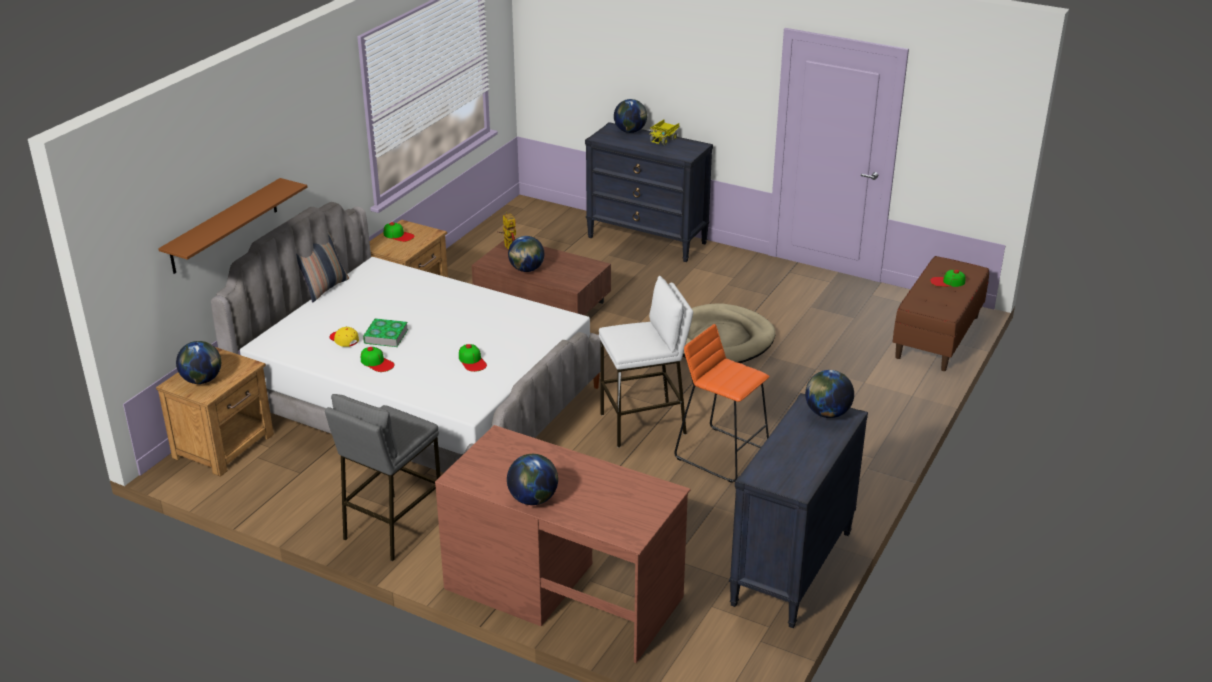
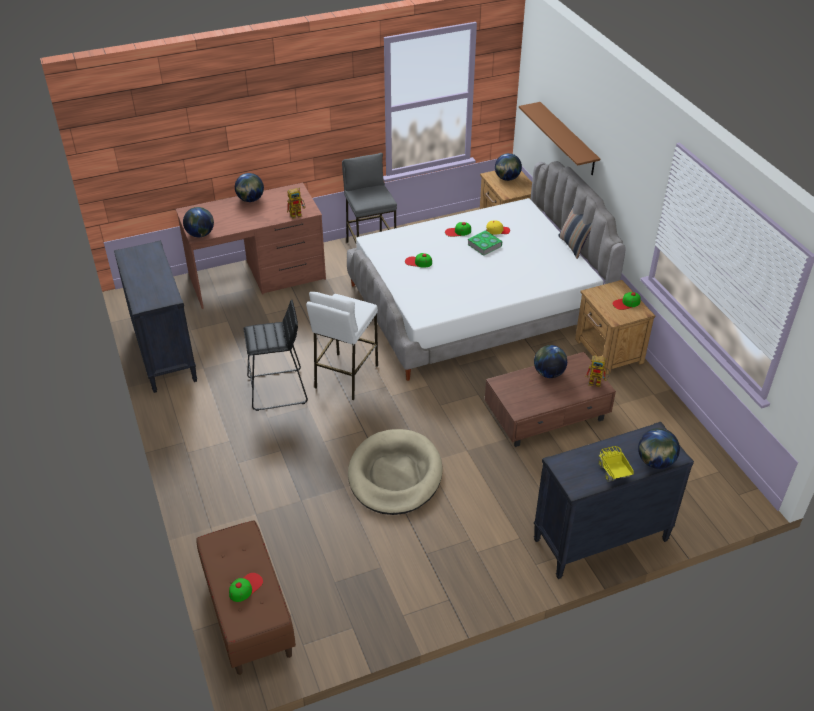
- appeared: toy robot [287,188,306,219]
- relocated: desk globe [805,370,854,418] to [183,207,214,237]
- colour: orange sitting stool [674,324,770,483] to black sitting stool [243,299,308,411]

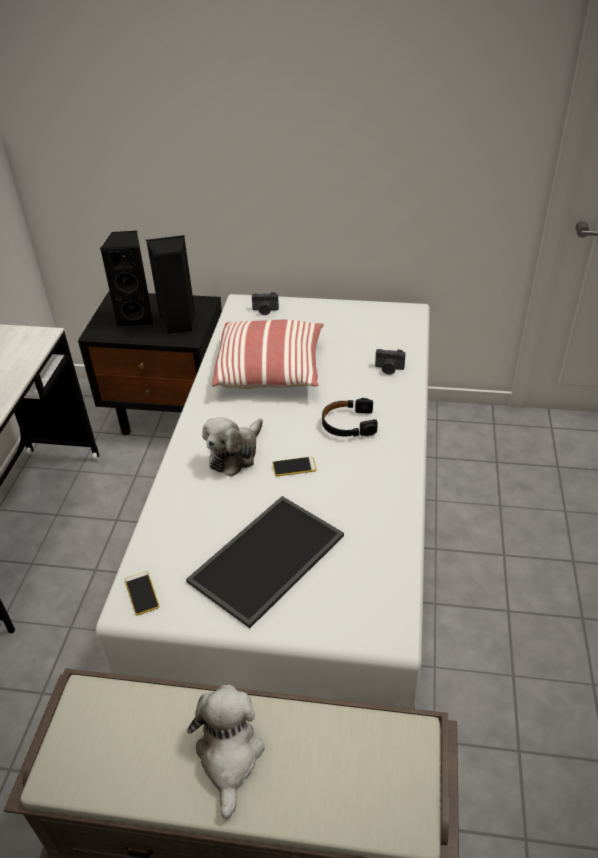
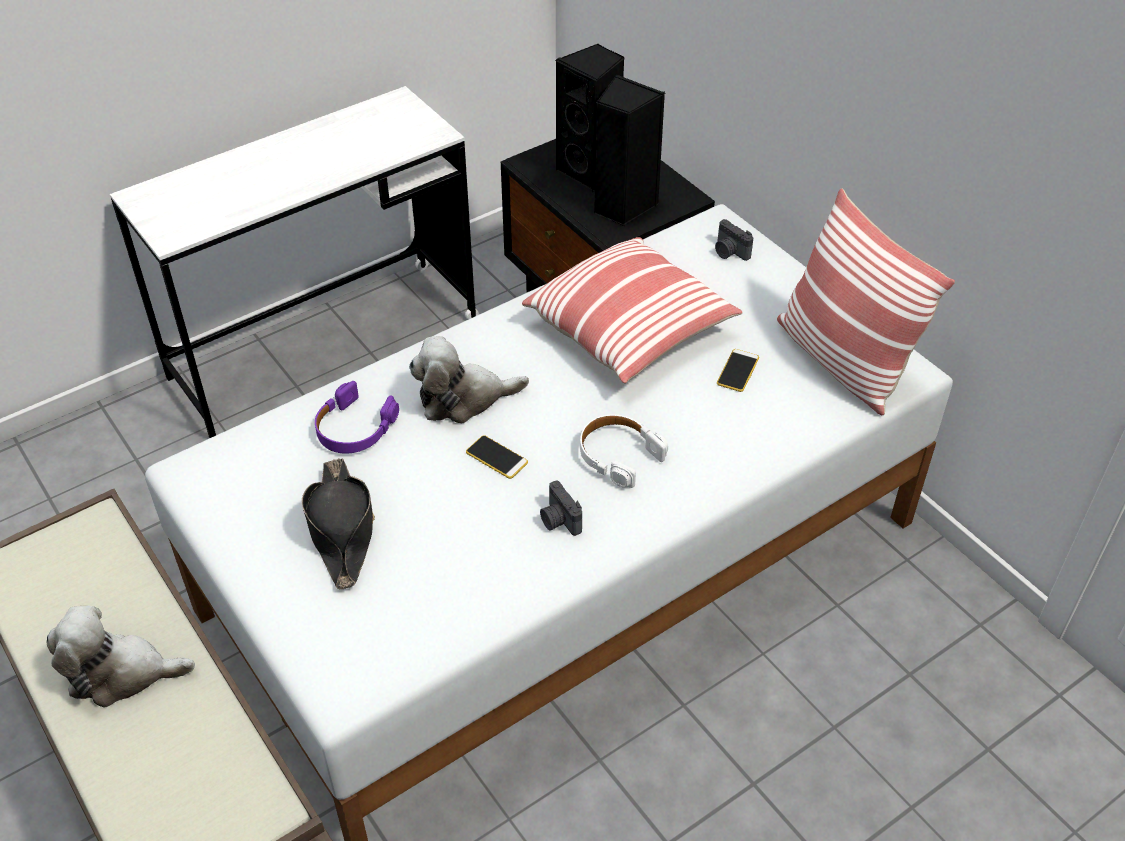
- appeared: purple pair of headphones [315,381,399,454]
- appeared: pillow [777,188,955,415]
- relocated: handset [125,571,159,615] to [717,349,759,392]
- relocated: still camera [375,349,406,375] to [540,481,582,536]
- exchanged: serving tray [186,496,344,628] to black clothing hat [302,458,375,589]
- colour: black pair of headphones [322,398,378,436] to whitish pair of headphones [580,414,668,488]
- spun: cuddly toy [187,684,264,819] = [47,606,195,707] 135 degrees counterclockwise

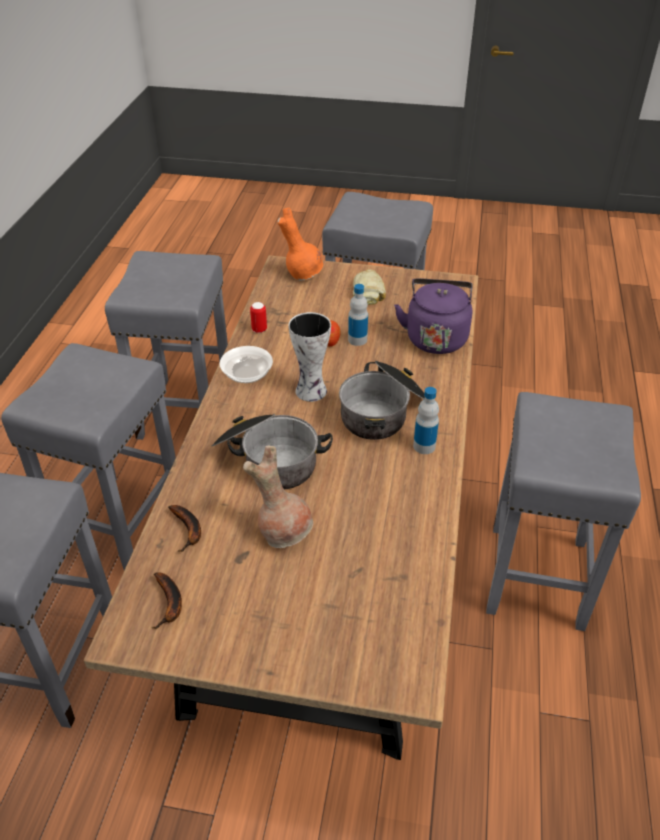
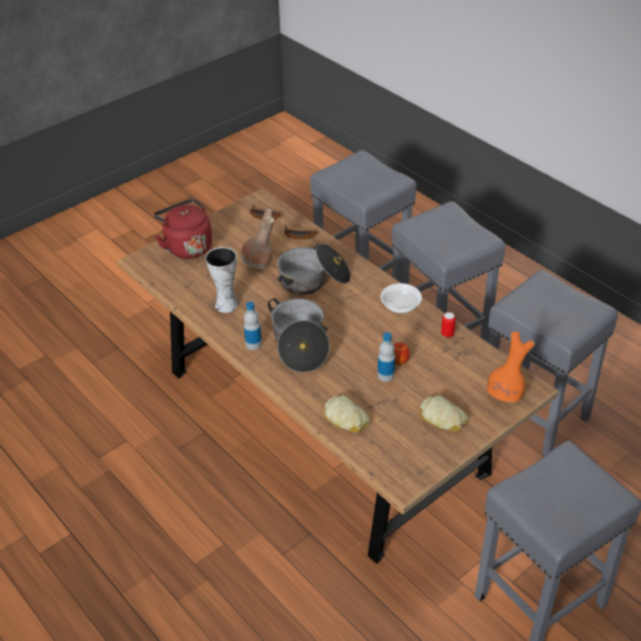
- missing: grey sitting stool [486,392,641,631]
- appeared: red-coloured tea kettle [154,198,212,259]
- relocated: flower vase [288,312,331,402] to [205,247,239,313]
- exchanged: purple tea kettle [394,278,472,354] to bread [324,395,370,432]

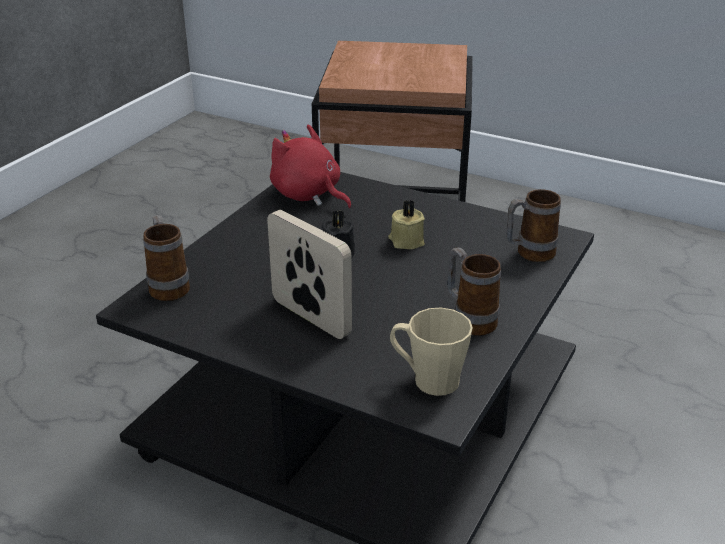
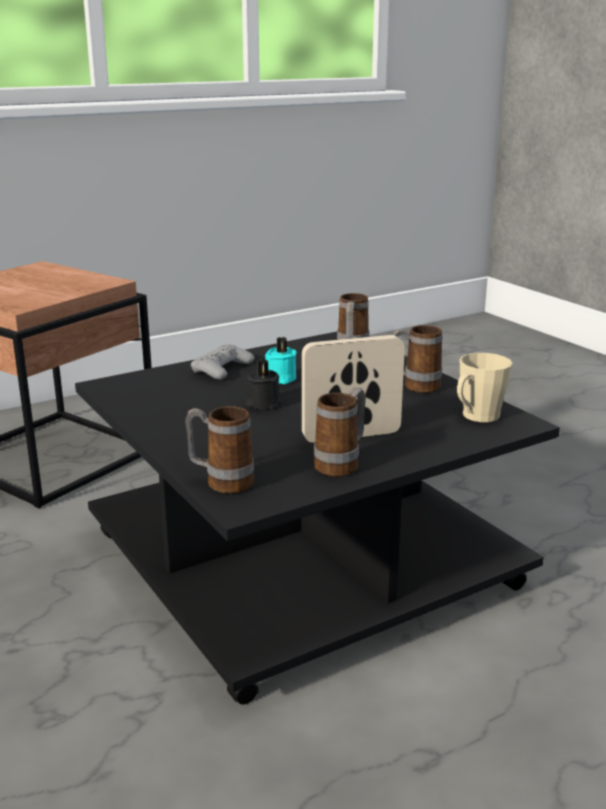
- missing: red-coloured cuddly toy [270,124,352,209]
- appeared: grey gamepad [191,344,254,380]
- appeared: mug [314,387,366,477]
- colour: beige-coloured candle [388,200,425,249] to turquoise-coloured candle [265,337,297,384]

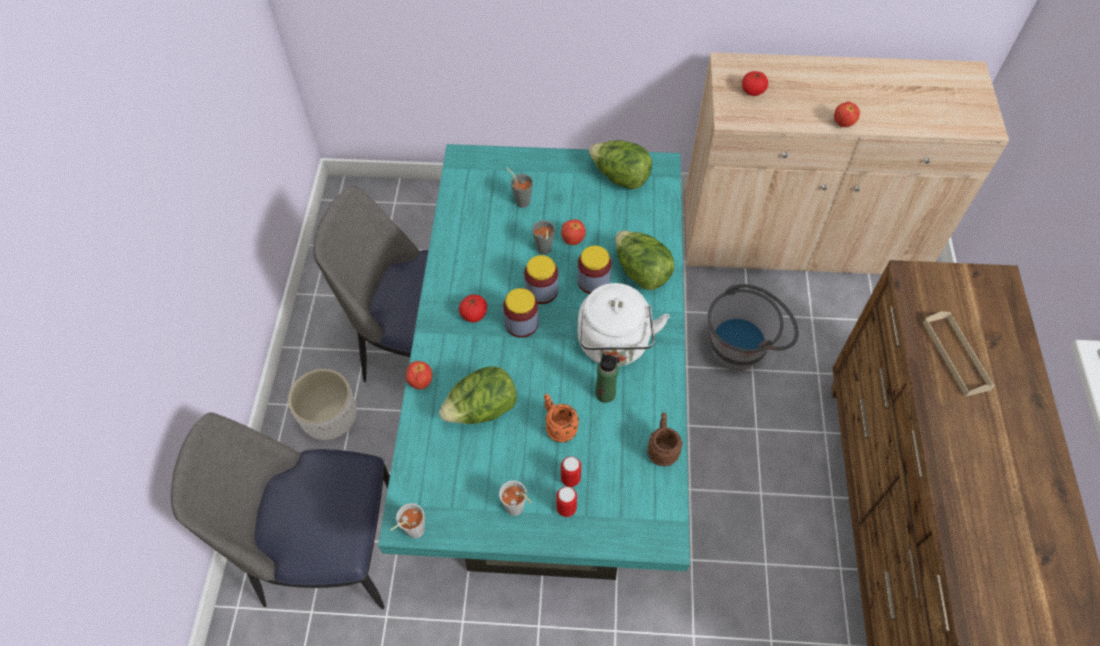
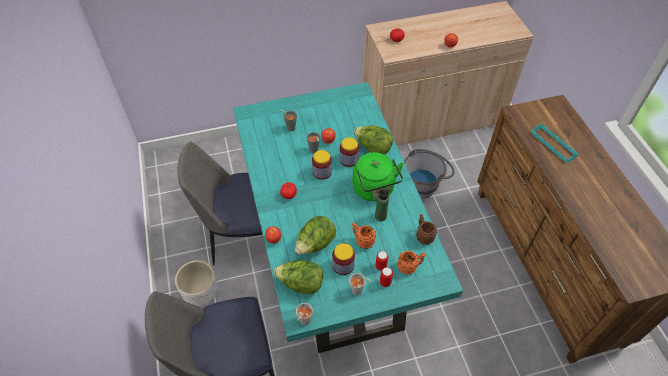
- appeared: orange mug [397,251,426,275]
- relocated: preserve jar [503,288,539,338] to [332,243,355,275]
- relocated: lettuce [589,140,652,190] to [274,260,323,294]
- colour: whitish tea kettle [578,283,670,367] to green-coloured tea kettle [353,152,403,201]
- colour: beige-coloured serving tray [923,312,995,397] to turquoise-coloured serving tray [531,124,579,163]

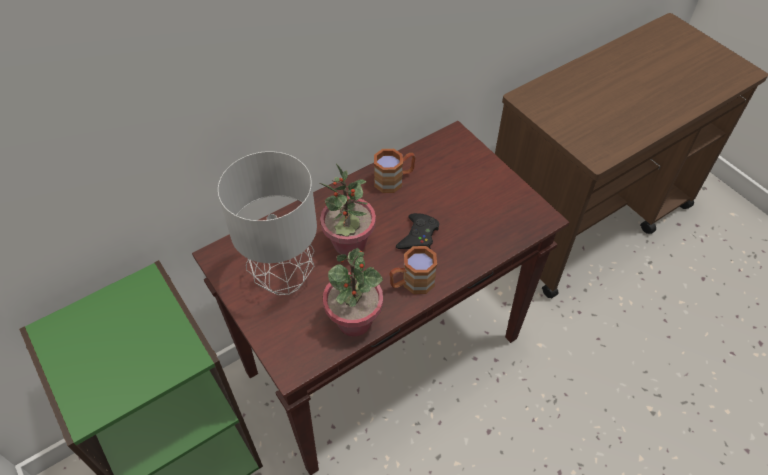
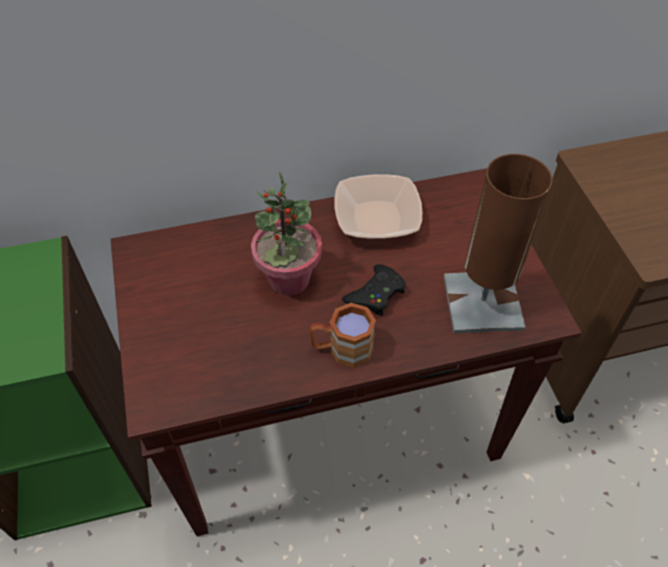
- missing: grey lamp for a table [218,151,317,295]
- missing: potted plant [323,248,383,337]
- appeared: brown lamp for a table [443,154,552,333]
- exchanged: brown mug [374,149,415,193] to bowl [334,174,422,239]

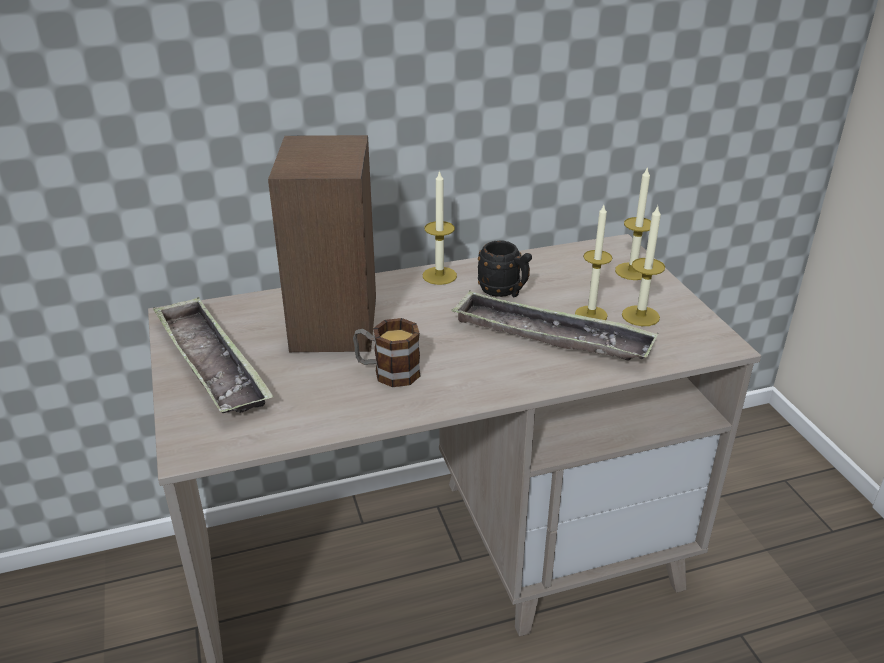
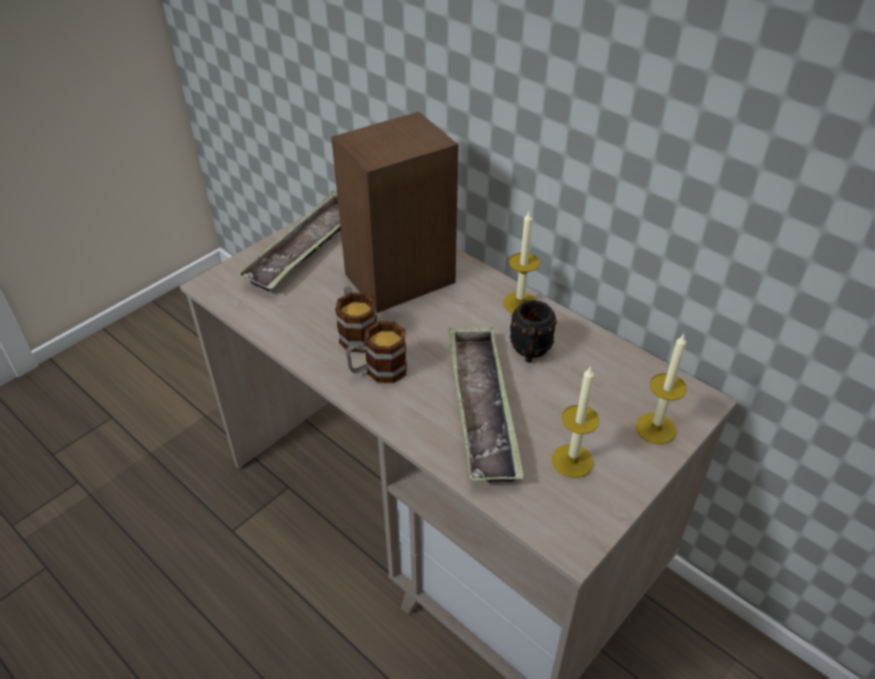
- missing: candle [575,205,612,320]
- appeared: mug [346,321,407,383]

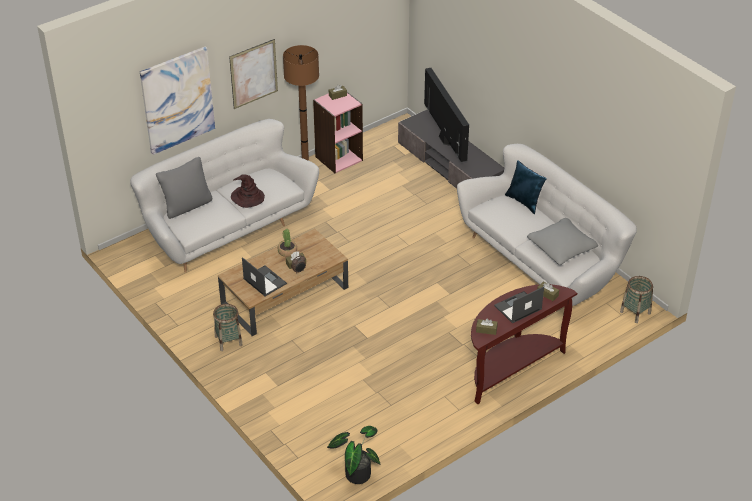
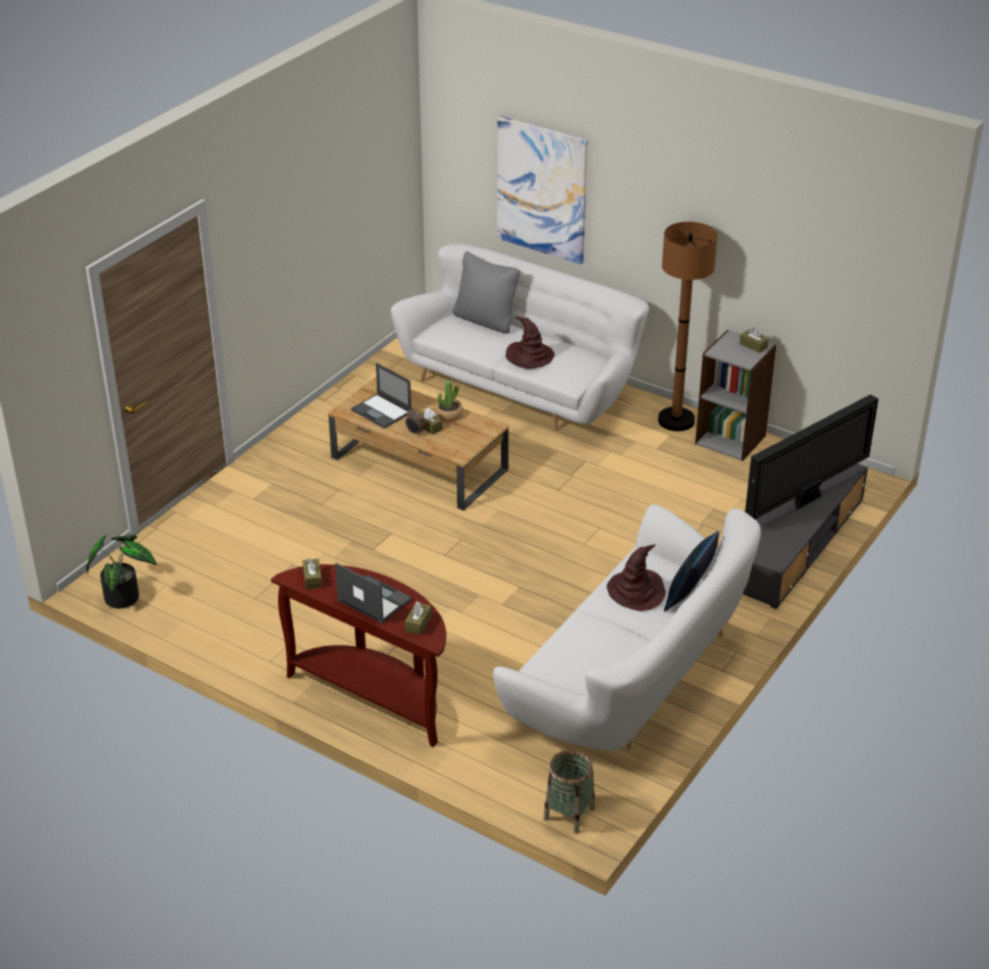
- missing: storage basket [213,304,243,351]
- missing: picture [229,39,278,109]
- missing: grey pillow [527,218,598,265]
- appeared: brown clothing hat [607,544,666,611]
- colour: pink-coloured shelving unit [313,92,363,173] to grey shelving unit [695,330,776,461]
- spun: laptop [242,257,287,296] = [351,363,411,429] 105 degrees clockwise

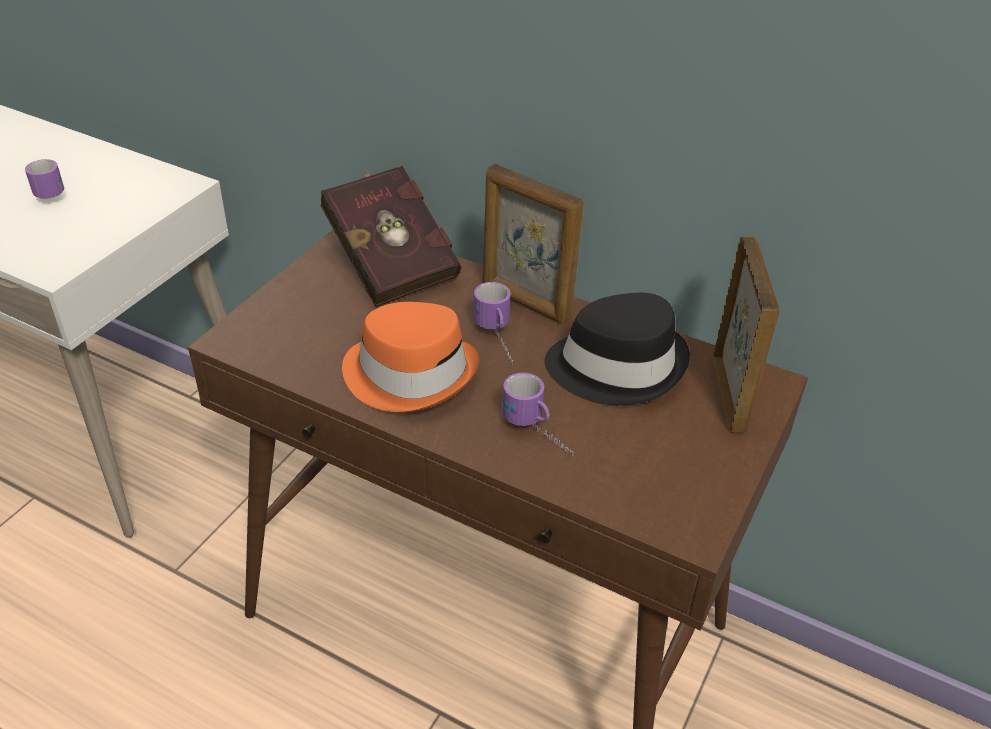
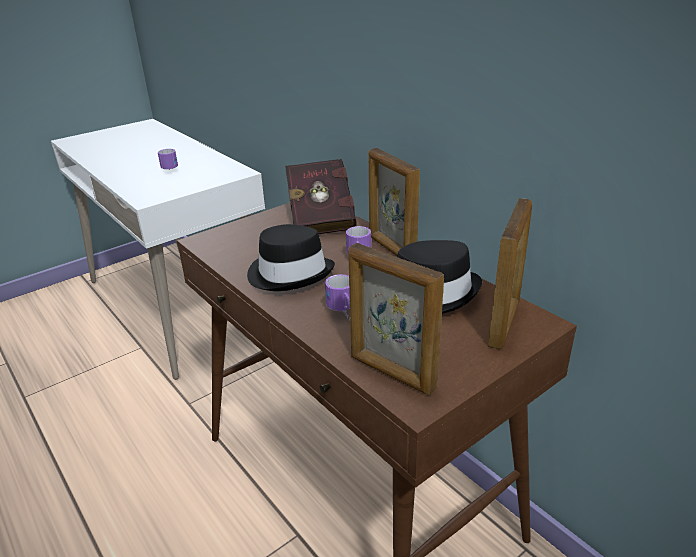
- appeared: standing frame [348,243,444,395]
- colour: orange clothing hat [342,302,480,412] to black clothing hat [247,224,335,291]

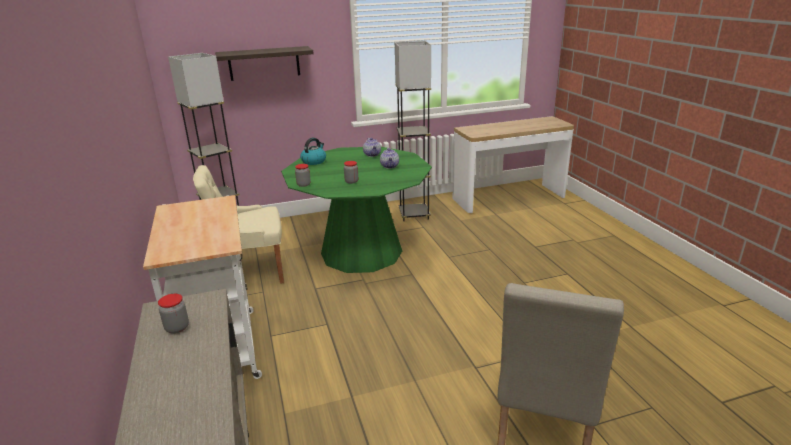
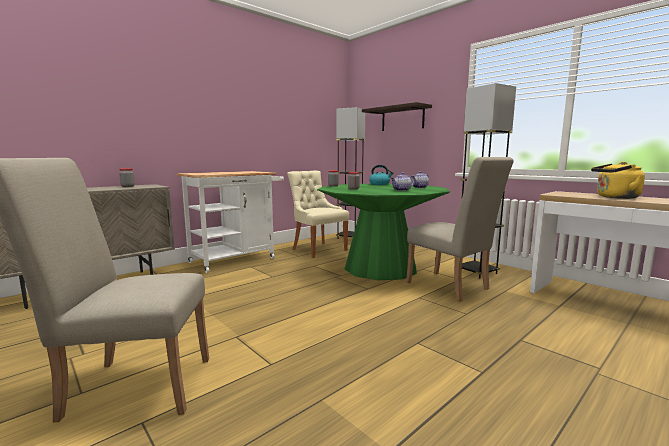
- appeared: beige-coloured plain chair [406,157,514,302]
- appeared: yellow tea kettle [591,162,645,199]

